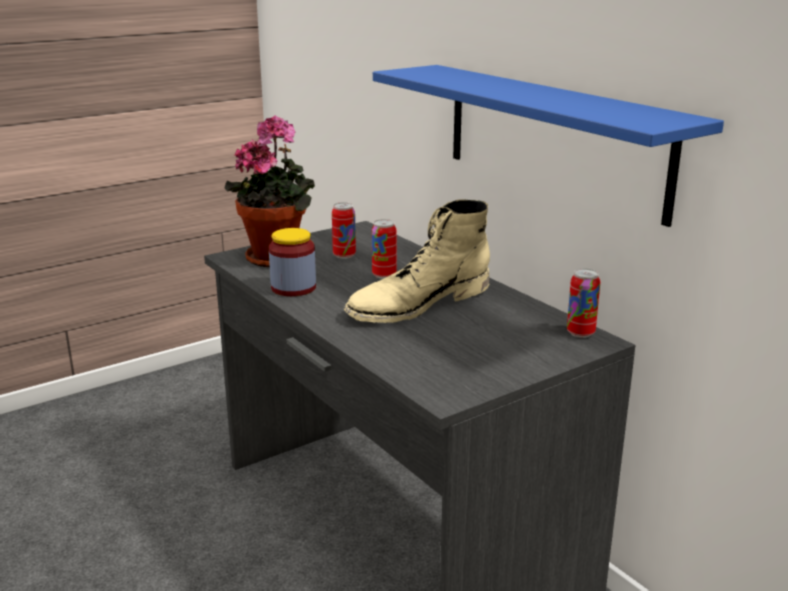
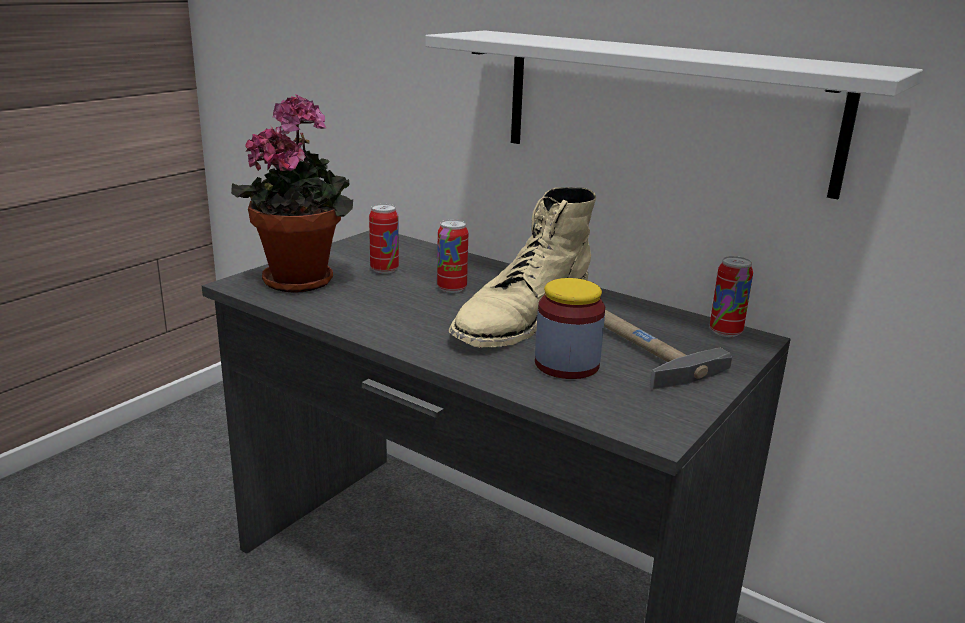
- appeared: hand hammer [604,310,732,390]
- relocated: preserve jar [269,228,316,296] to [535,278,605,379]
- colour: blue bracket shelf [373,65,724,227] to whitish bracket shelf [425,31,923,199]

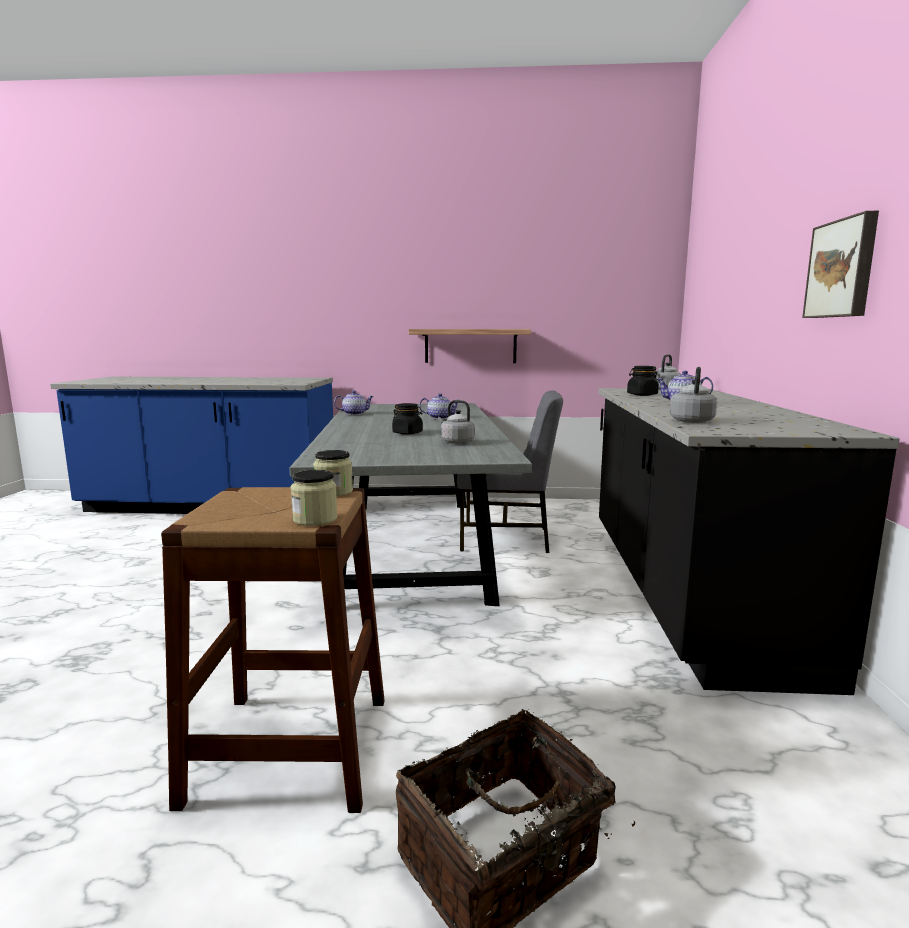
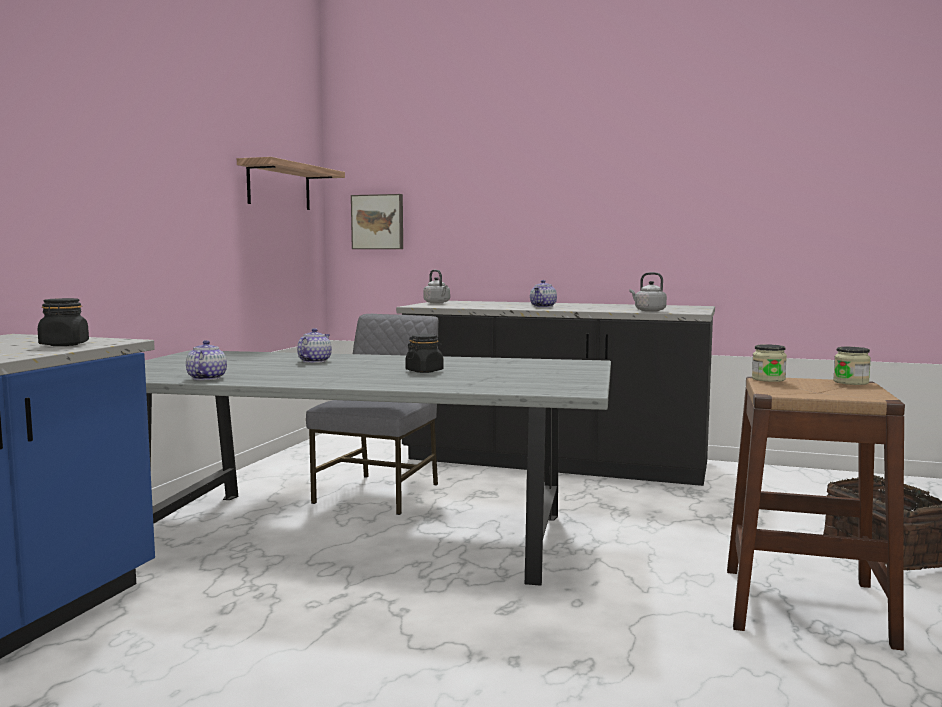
- missing: grey tea kettle [438,400,475,444]
- relocated: bracket shelf [409,329,531,363] to [237,157,345,210]
- relocated: black preserve jar [627,366,659,396] to [38,298,89,346]
- relocated: picture [802,211,879,318] to [351,194,403,249]

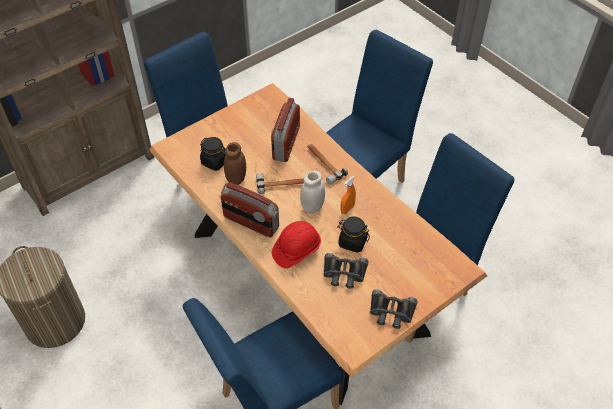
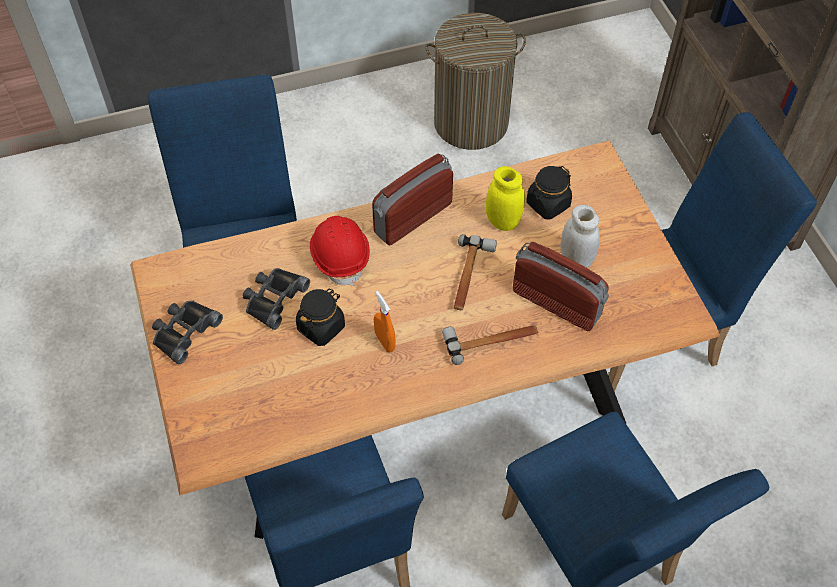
- relocated: whitish preserve jar [300,171,325,213] to [560,205,600,268]
- colour: brown preserve jar [224,142,246,185] to yellow preserve jar [486,166,525,231]

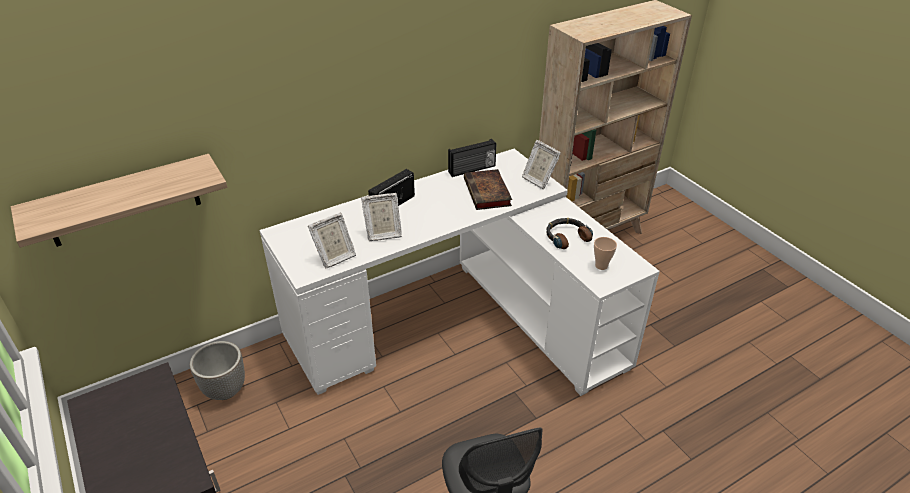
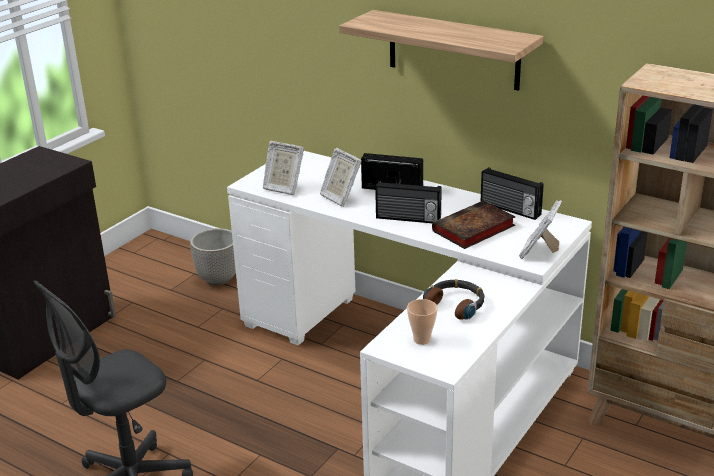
- appeared: radio set [375,181,442,223]
- relocated: bracket shelf [11,154,227,248] to [339,10,544,91]

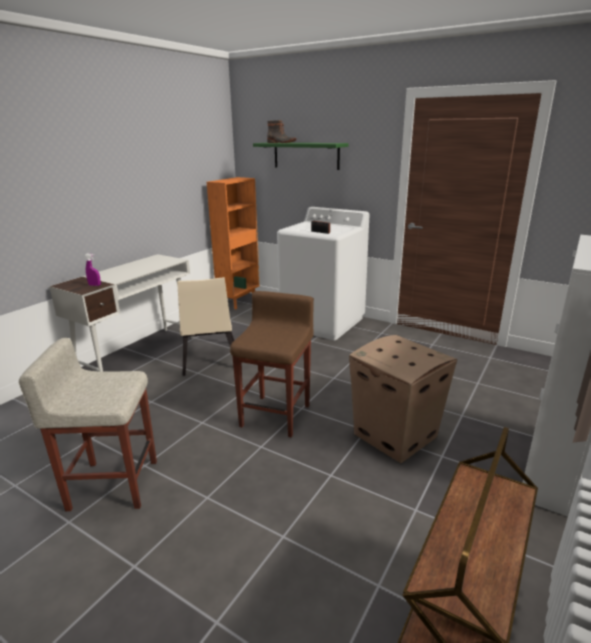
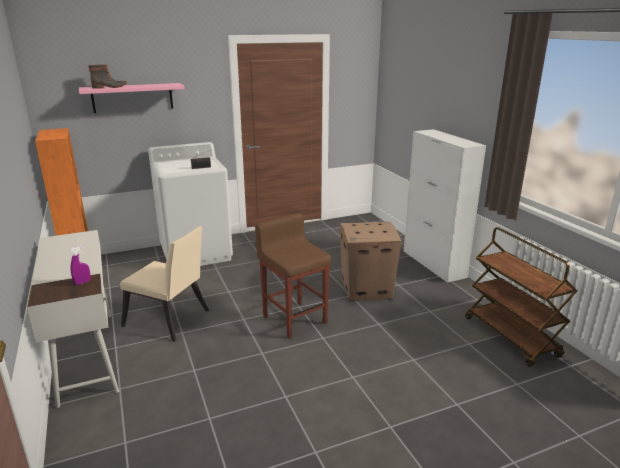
- missing: beige-coloured sitting stool [19,338,157,511]
- colour: green-coloured bracket shelf [253,142,349,170] to pink-coloured bracket shelf [79,83,185,113]

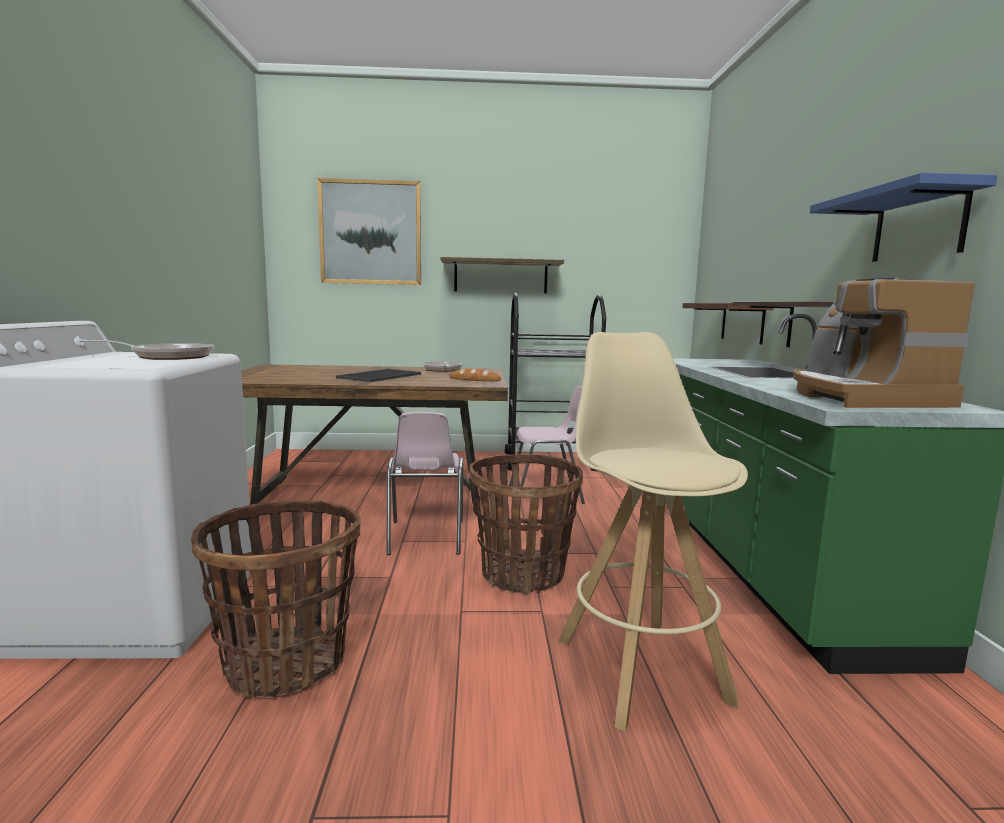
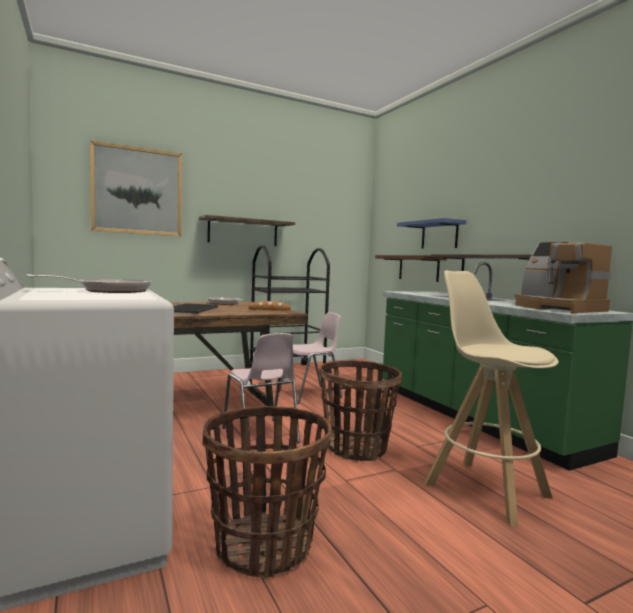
- relocated: blue bracket shelf [810,172,997,262] to [397,218,466,249]

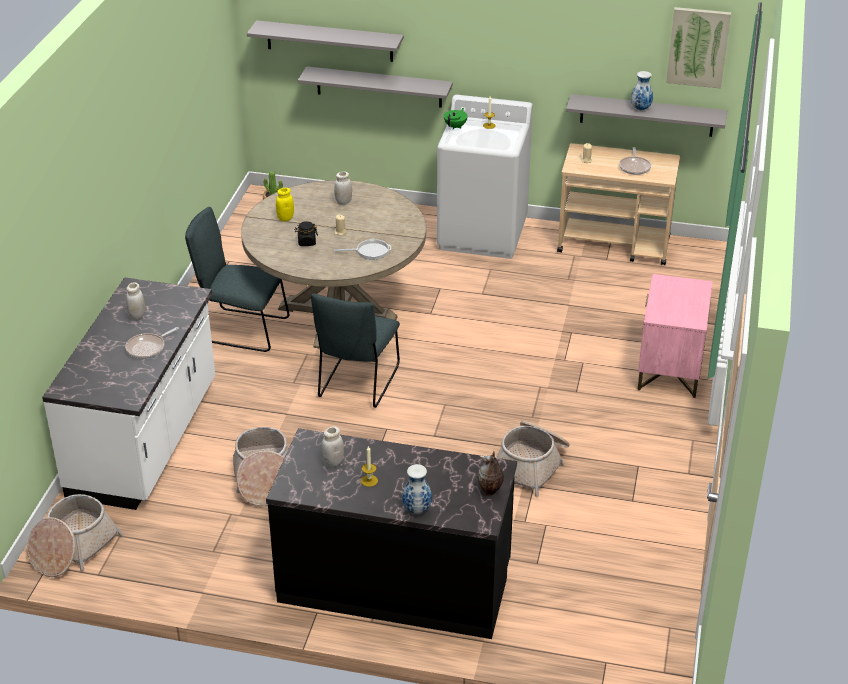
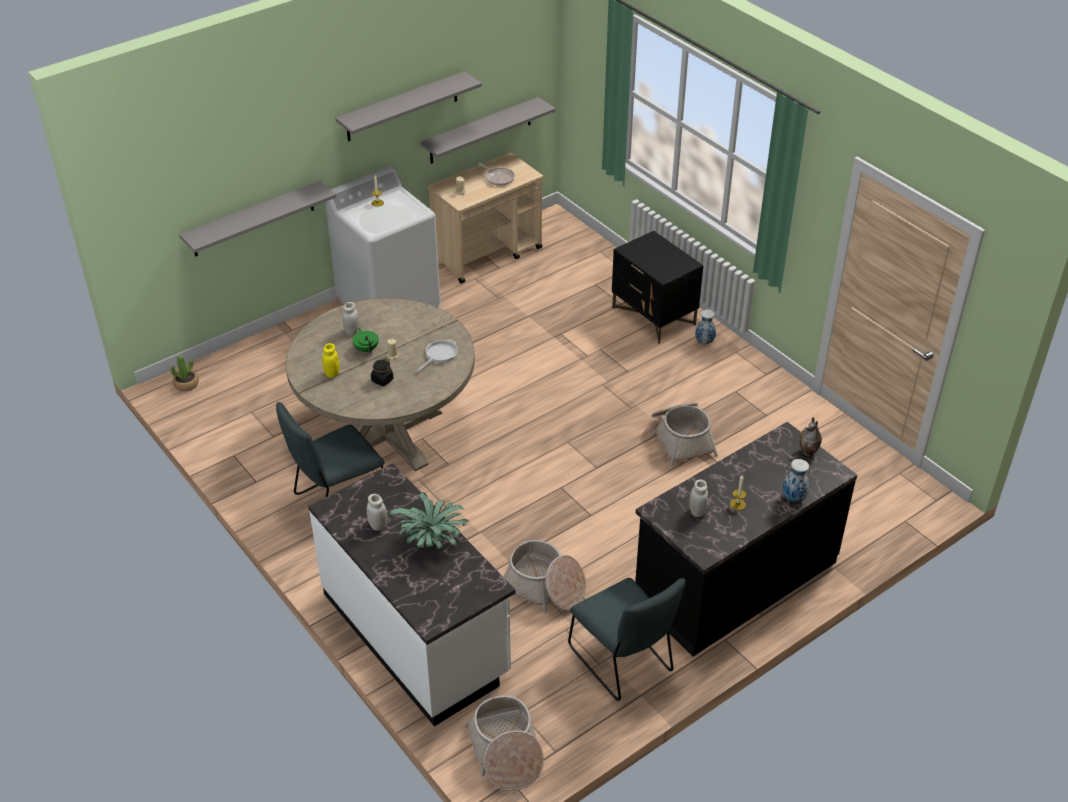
- missing: picture [666,7,731,89]
- relocated: grey bracket shelf [247,20,404,62] to [335,71,482,141]
- relocated: grey plain chair [311,294,400,408] to [568,578,685,701]
- relocated: green-coloured pot for tea [444,108,467,129] to [352,327,379,353]
- relocated: flower vase [631,71,653,110] to [695,310,716,344]
- exchanged: pan [125,327,179,359] to potted plant [388,492,468,549]
- colour: pink-coloured nightstand [637,274,713,398] to black nightstand [612,231,704,344]

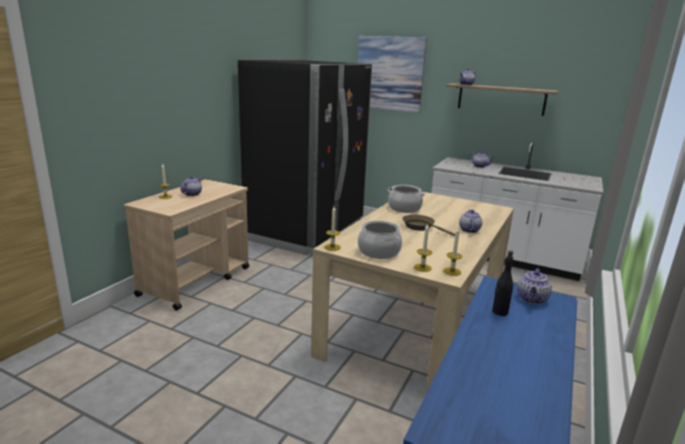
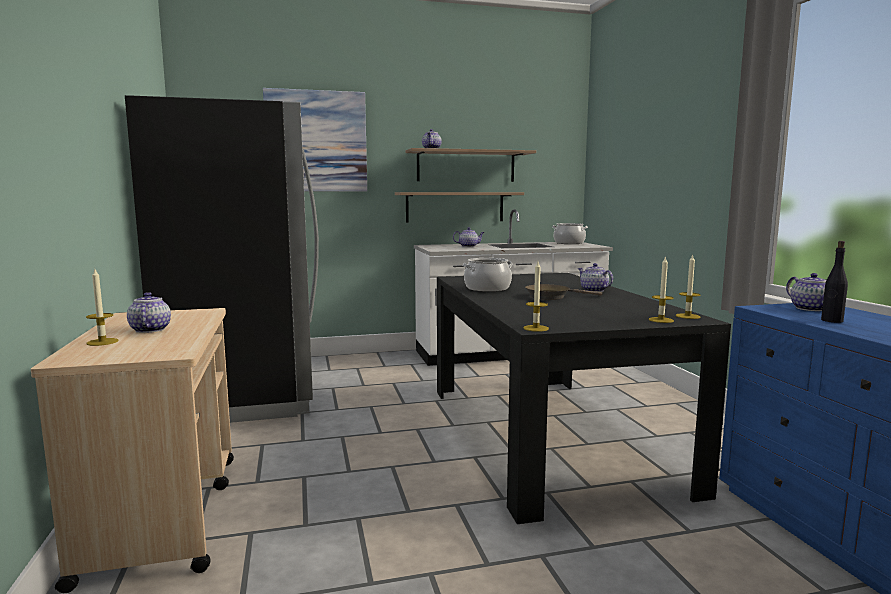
- appeared: bracket shelf [395,192,524,222]
- relocated: cooking pot [358,221,402,259] to [553,223,588,244]
- colour: beige-coloured dinner table [311,191,514,395] to black dinner table [437,273,731,524]

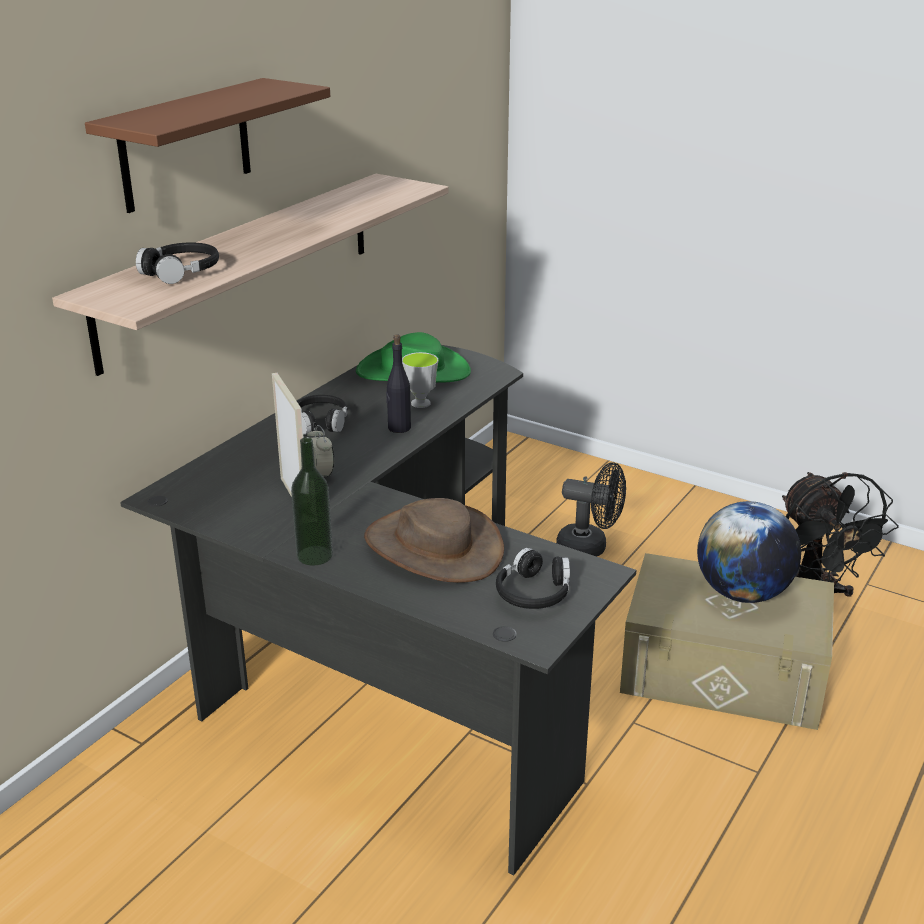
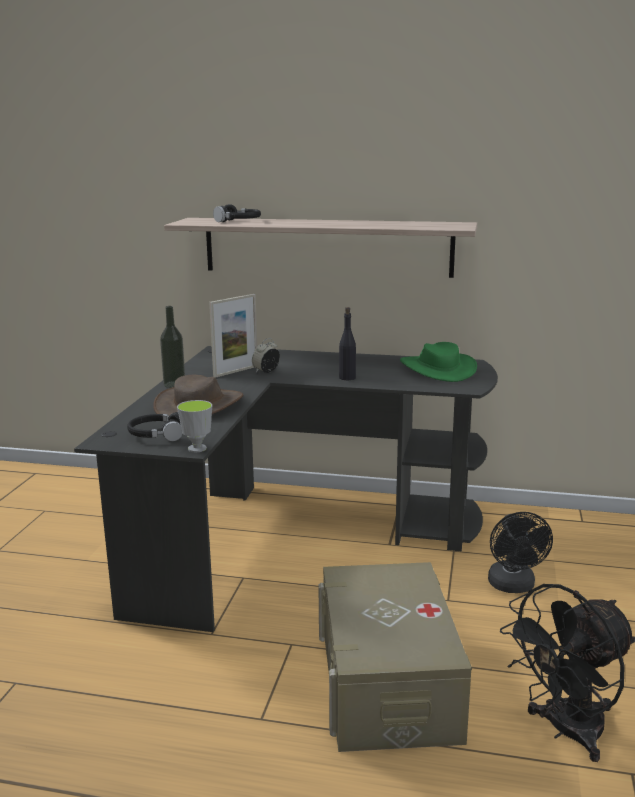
- missing: brown bracket shelf [85,78,330,213]
- missing: black pair of headphones [297,395,348,435]
- missing: desk globe [697,501,801,603]
- relocated: drinking cup [402,352,438,408] to [177,400,212,452]

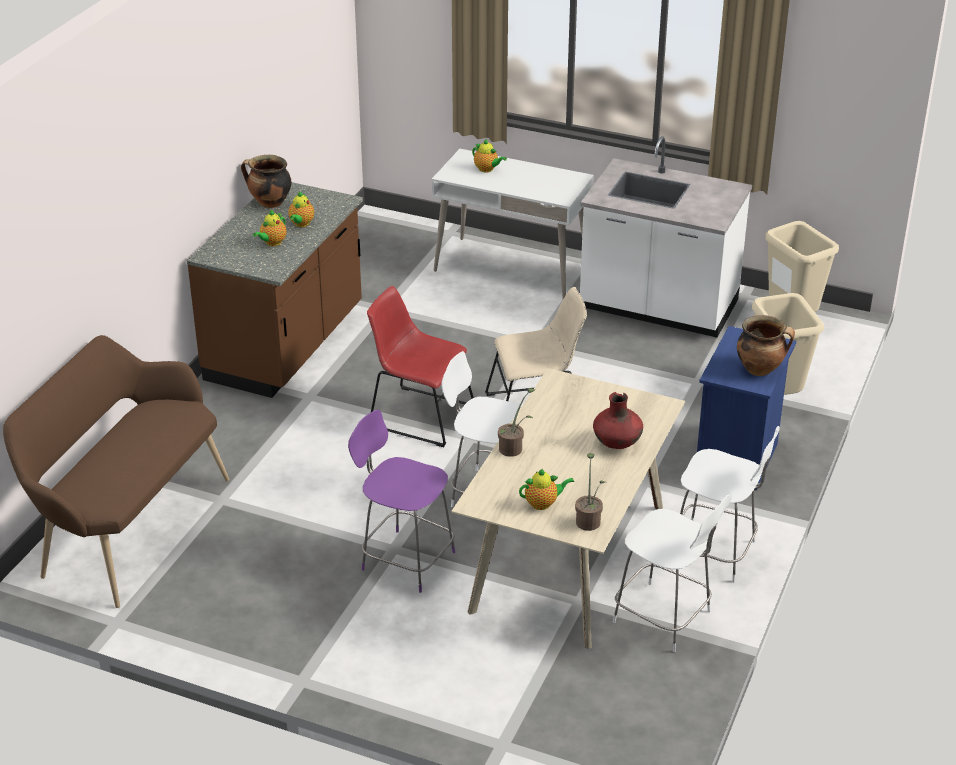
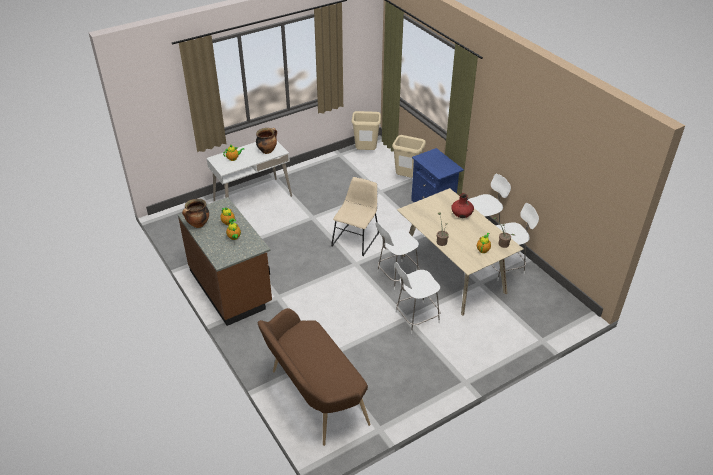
- missing: red-coloured plain chair [367,286,474,447]
- missing: whitish kitchen base unit [580,136,752,337]
- relocated: cooking pot [737,315,795,376] to [256,128,277,154]
- colour: purple sitting stool [348,410,455,593] to whitish sitting stool [395,262,440,334]

